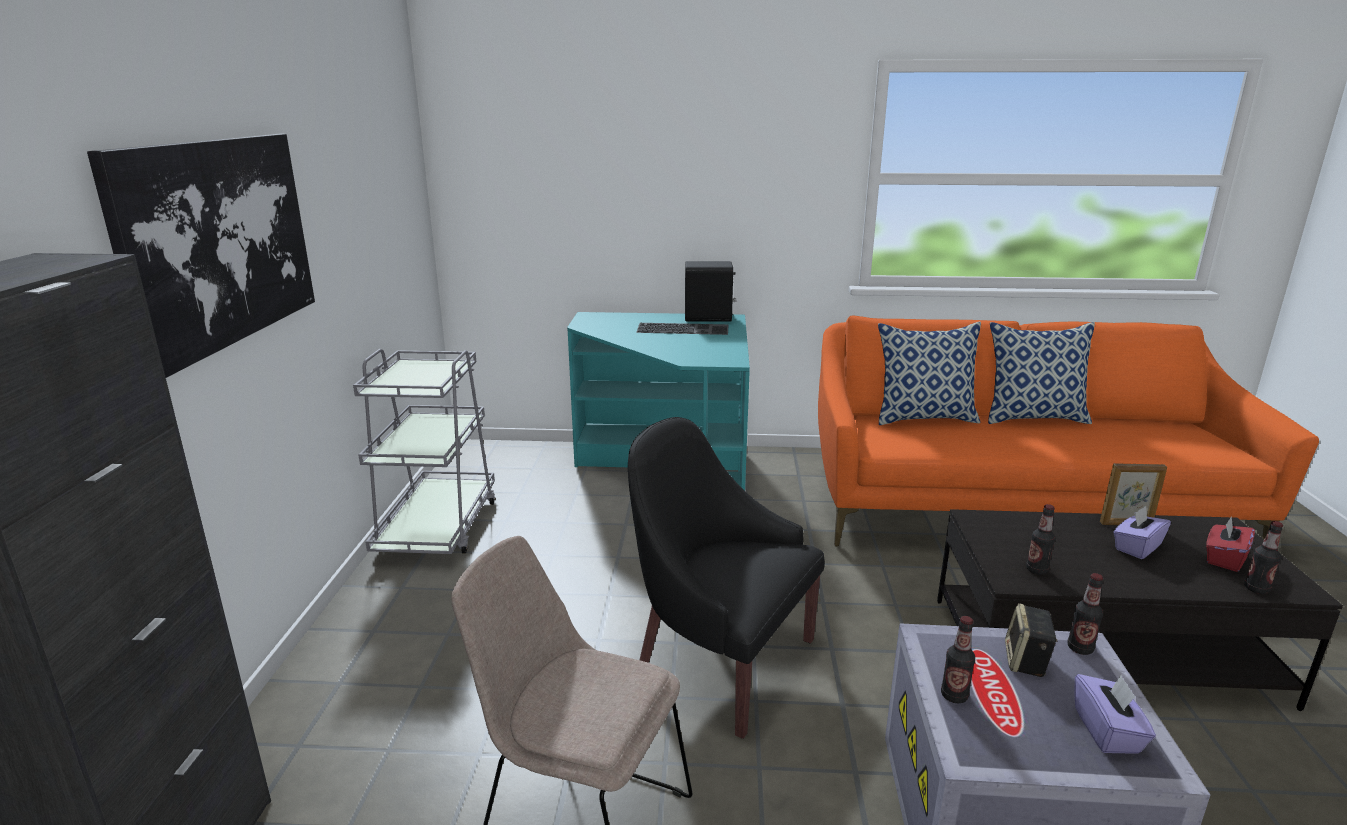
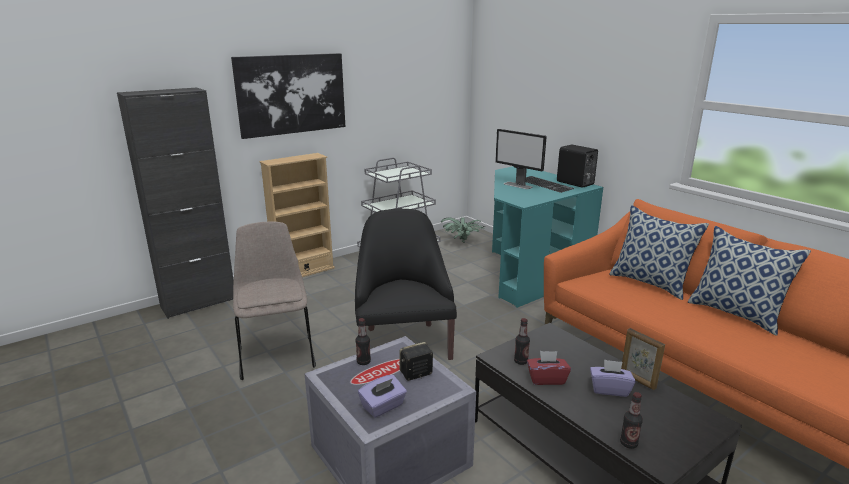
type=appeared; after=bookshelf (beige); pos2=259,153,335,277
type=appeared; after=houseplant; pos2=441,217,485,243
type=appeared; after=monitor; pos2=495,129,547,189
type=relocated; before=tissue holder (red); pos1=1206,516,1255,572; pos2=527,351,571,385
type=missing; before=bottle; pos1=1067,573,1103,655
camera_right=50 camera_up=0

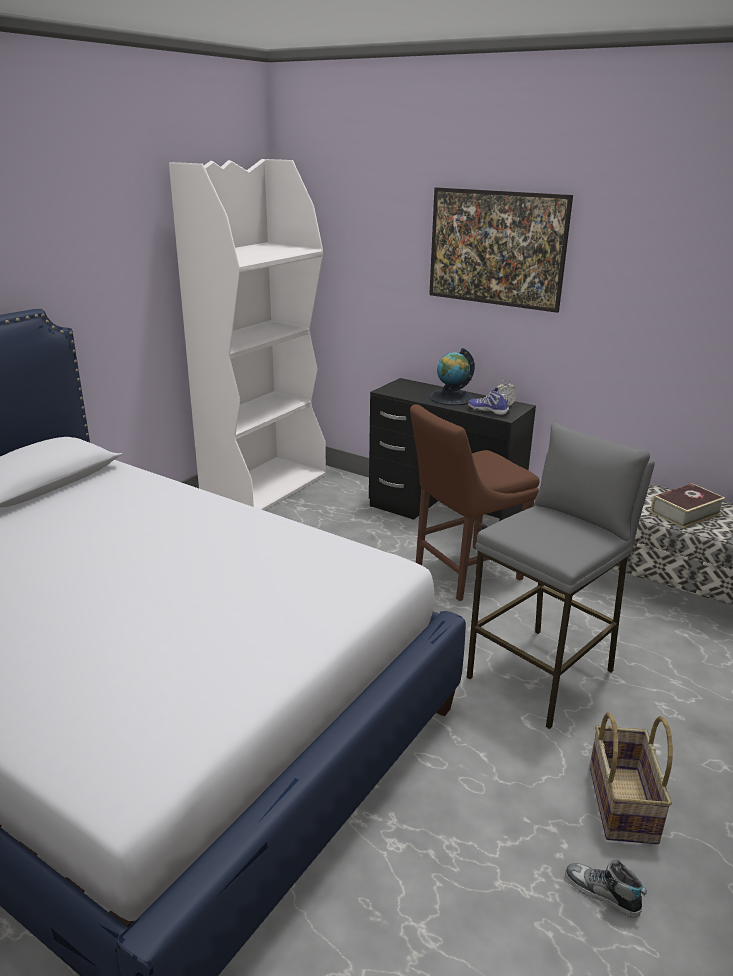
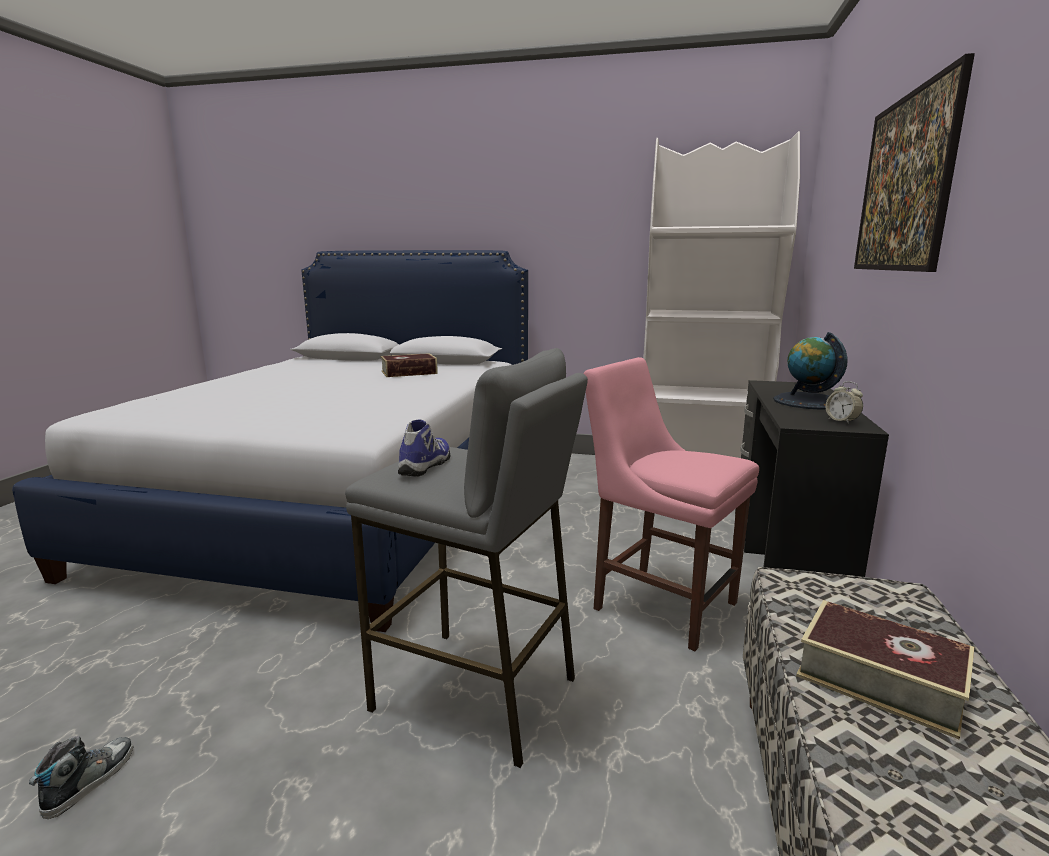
type=appeared; after=bound book; pos2=381,353,437,377
type=relocated; before=low shoe; pos1=468,388,510,417; pos2=398,419,450,477
type=colour; before=upright chair (brown); after=upright chair (pink-coloured); pos1=410,404,540,601; pos2=584,357,759,651
type=missing; before=household basket; pos1=589,712,673,844
camera_right=70 camera_up=-10

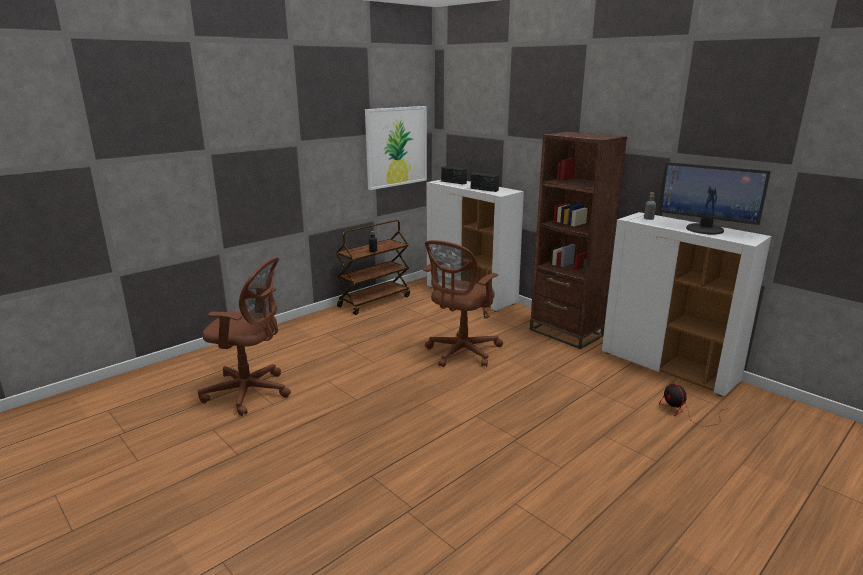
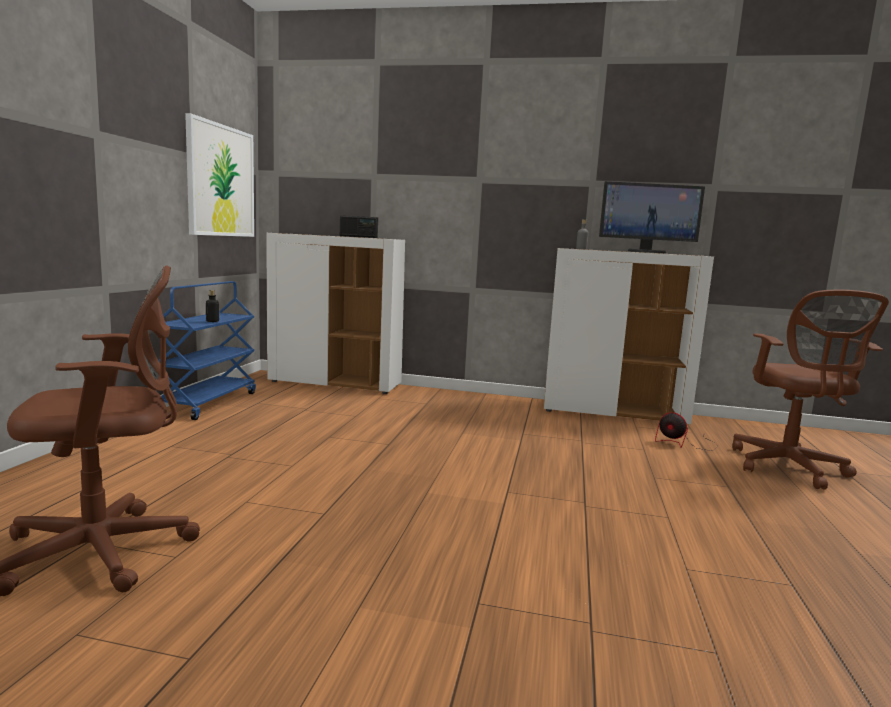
type=colour; before=cart (brown); after=cart (blue); pos1=336,220,410,315; pos2=159,281,256,420
type=relocated; before=office chair (brown); pos1=423,240,503,367; pos2=732,290,889,490
type=missing; before=radio receiver; pos1=441,166,467,184
type=missing; before=bookshelf (brown); pos1=530,132,627,349
camera_right=-35 camera_up=-10

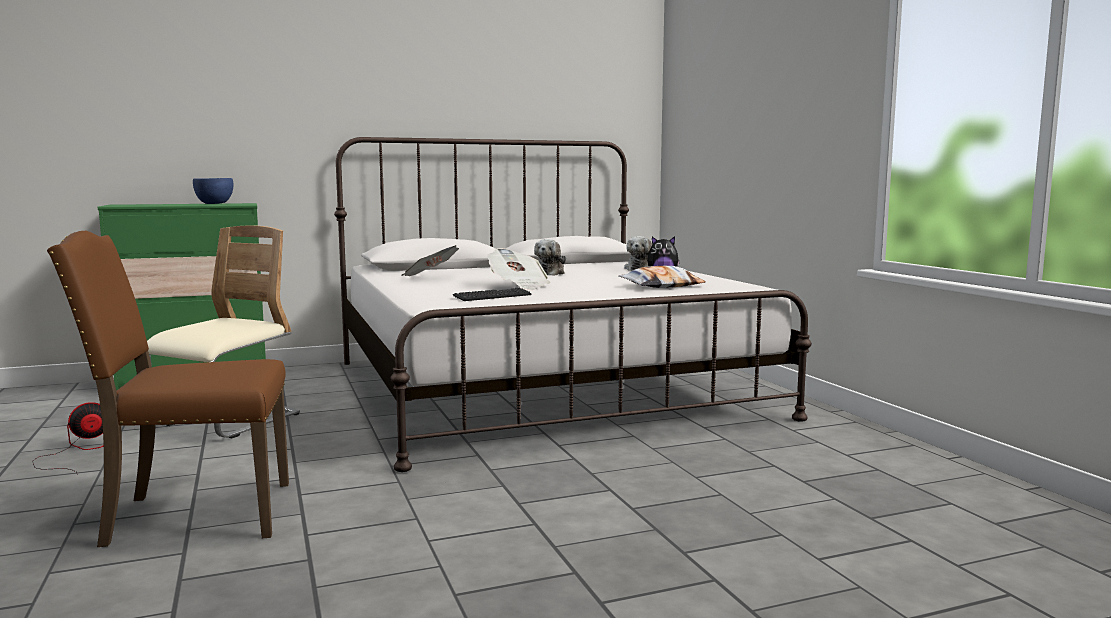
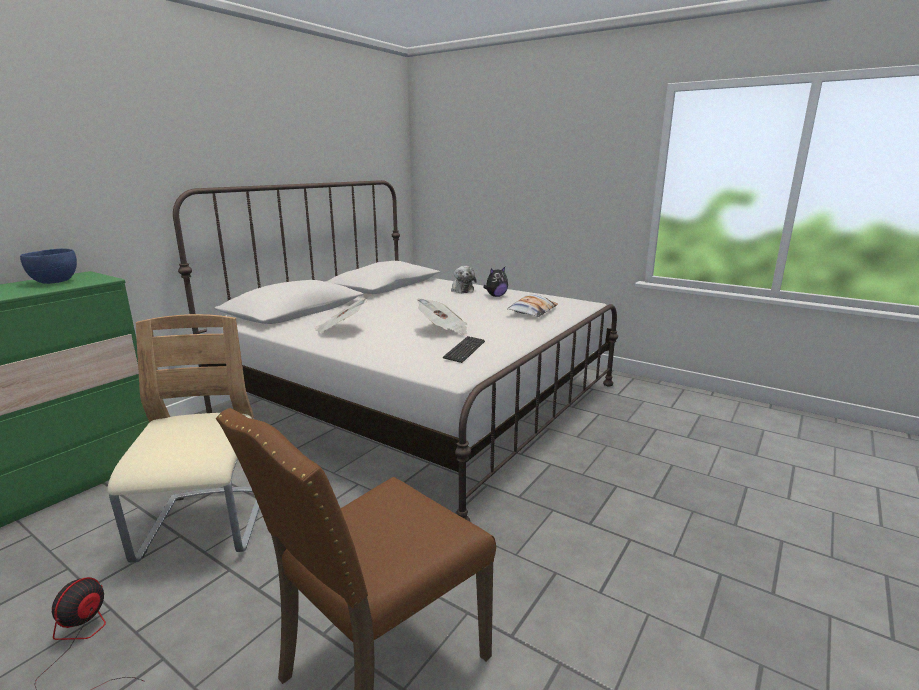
type=missing; before=soft toy; pos1=534,239,566,276
camera_right=-35 camera_up=10

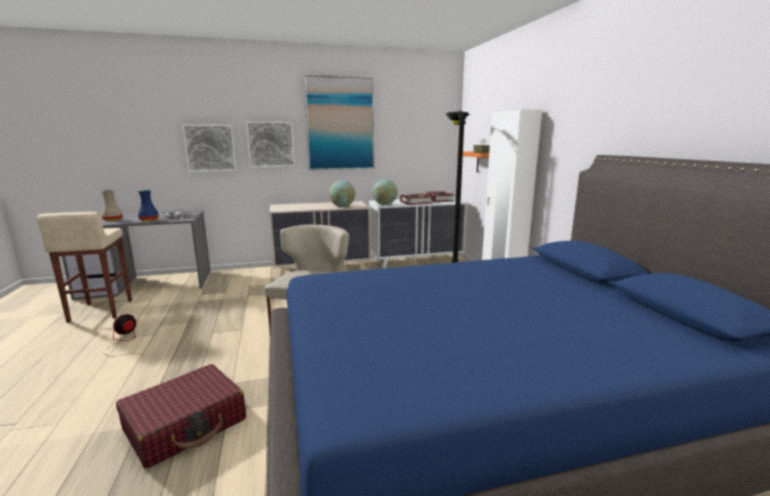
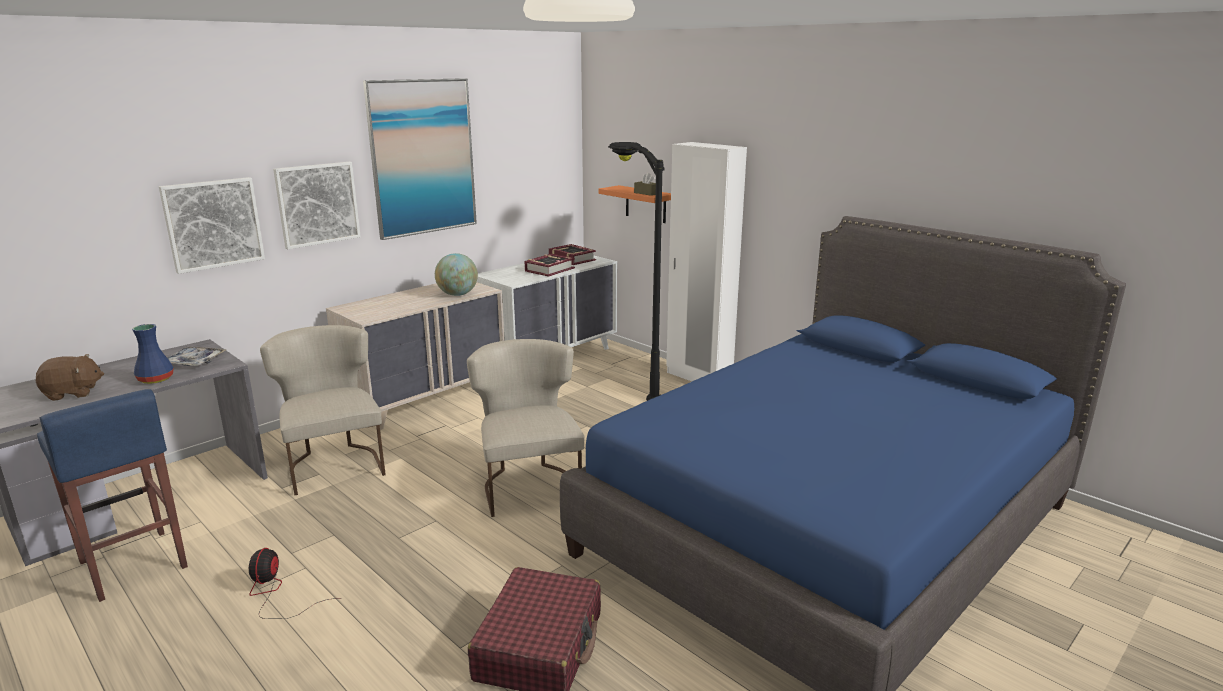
type=exchanged; before=vase (beige); after=soft toy (brown); pos1=101,190,123,221; pos2=36,354,104,401
type=colour; before=stool (beige); after=stool (blue); pos1=37,212,132,323; pos2=37,389,188,602
type=appeared; after=upright chair (beige); pos2=260,325,386,495
type=missing; before=desk globe; pos1=372,179,398,205
camera_right=-30 camera_up=5

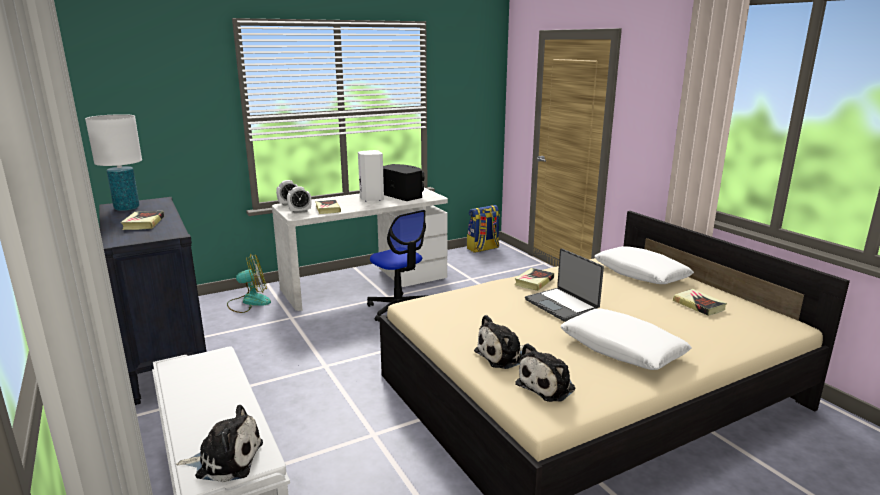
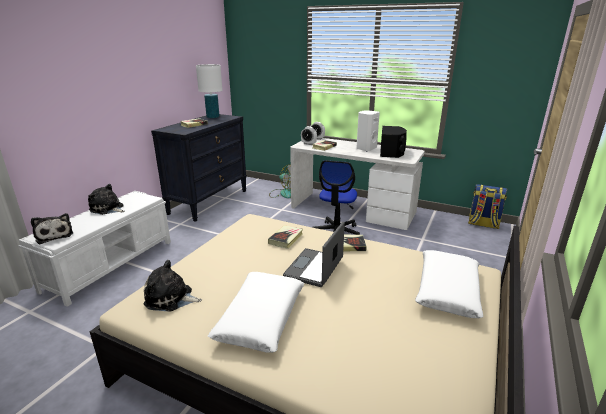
type=relocated; before=soft toy; pos1=474,315,524,369; pos2=88,184,125,215
type=relocated; before=bound book; pos1=673,289,727,316; pos2=268,225,303,249
camera_right=55 camera_up=5

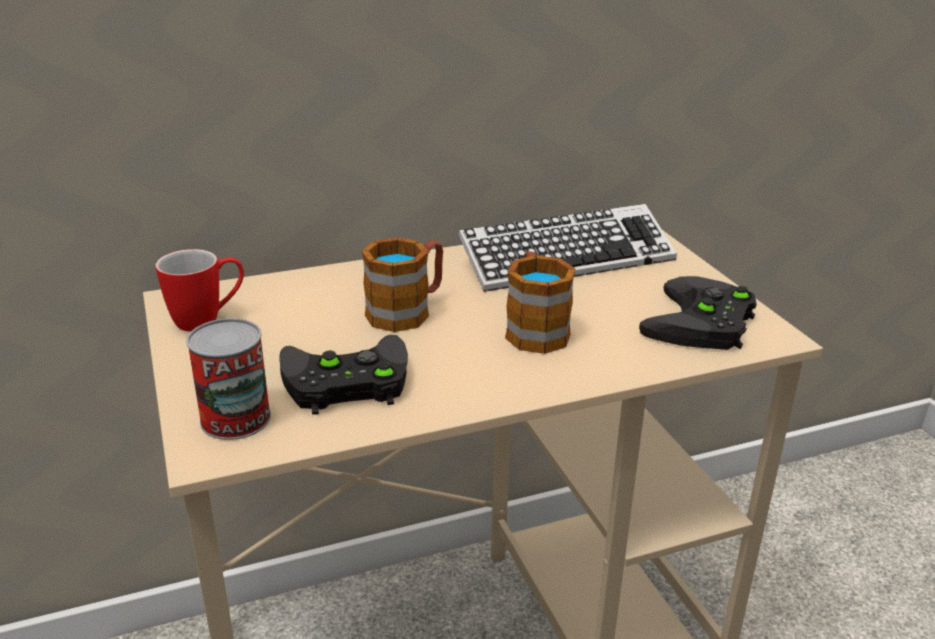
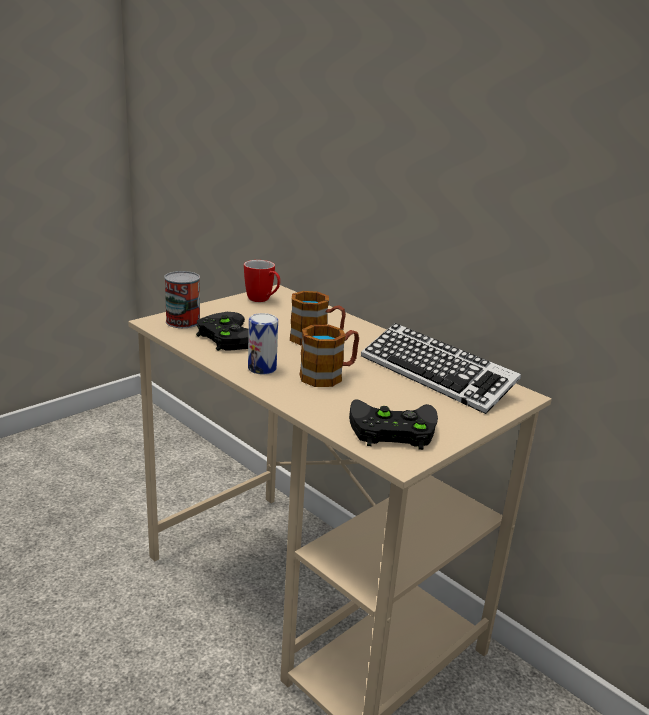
type=appeared; after=sealed can; pos2=248,313,278,374
camera_right=65 camera_up=-5

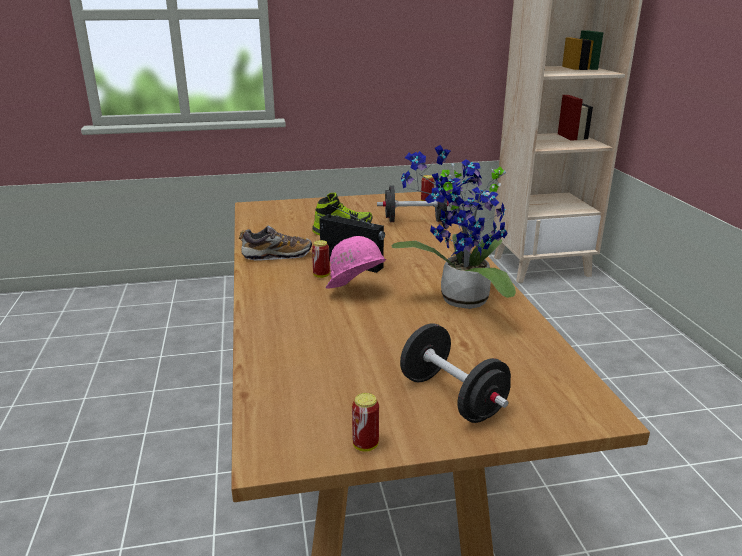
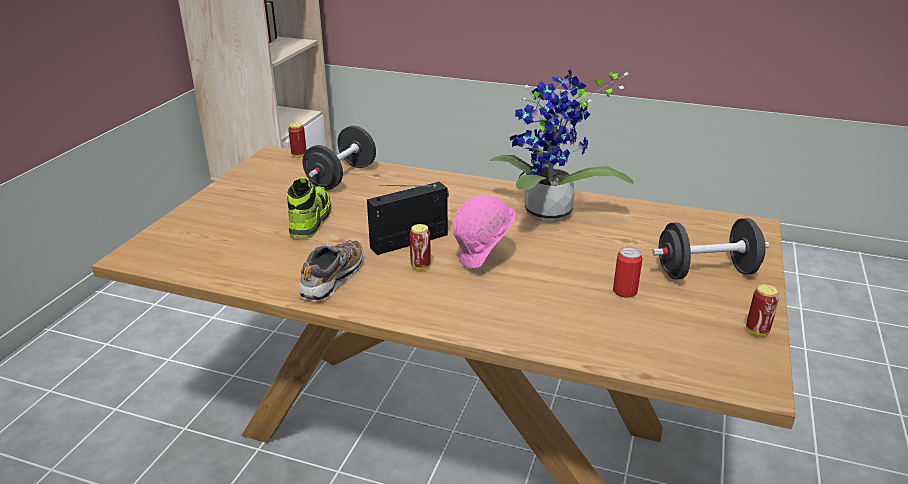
type=appeared; after=sealed can; pos2=613,246,643,298
camera_right=-60 camera_up=5

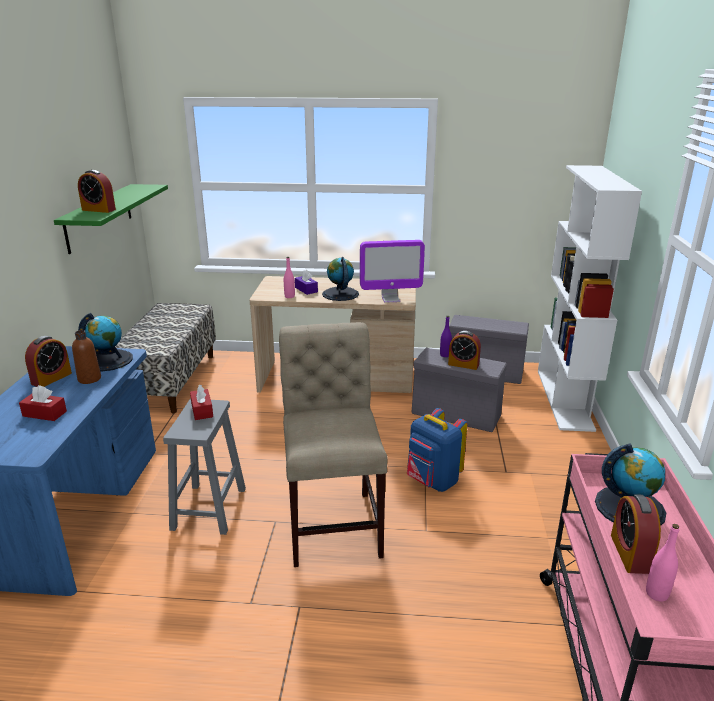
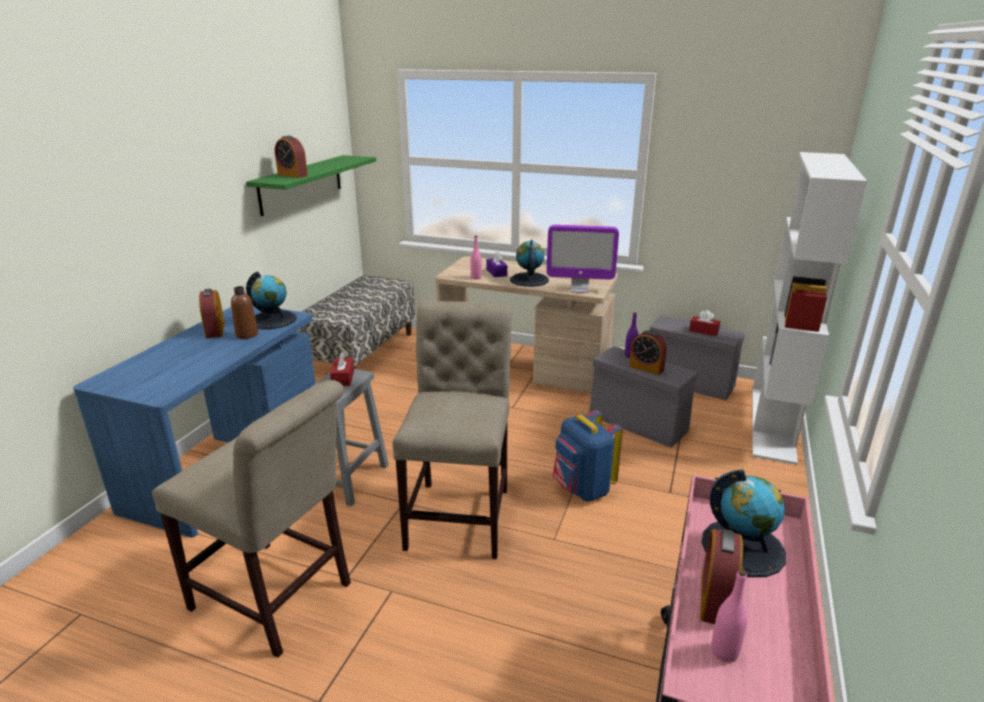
type=appeared; after=upright chair (beige); pos2=152,380,351,658
type=spun; before=alarm clock; pos1=25,336,72,387; pos2=199,289,225,338; turn=120
type=relocated; before=tissue holder (red); pos1=19,385,67,421; pos2=689,310,720,336
camera_right=15 camera_up=0

